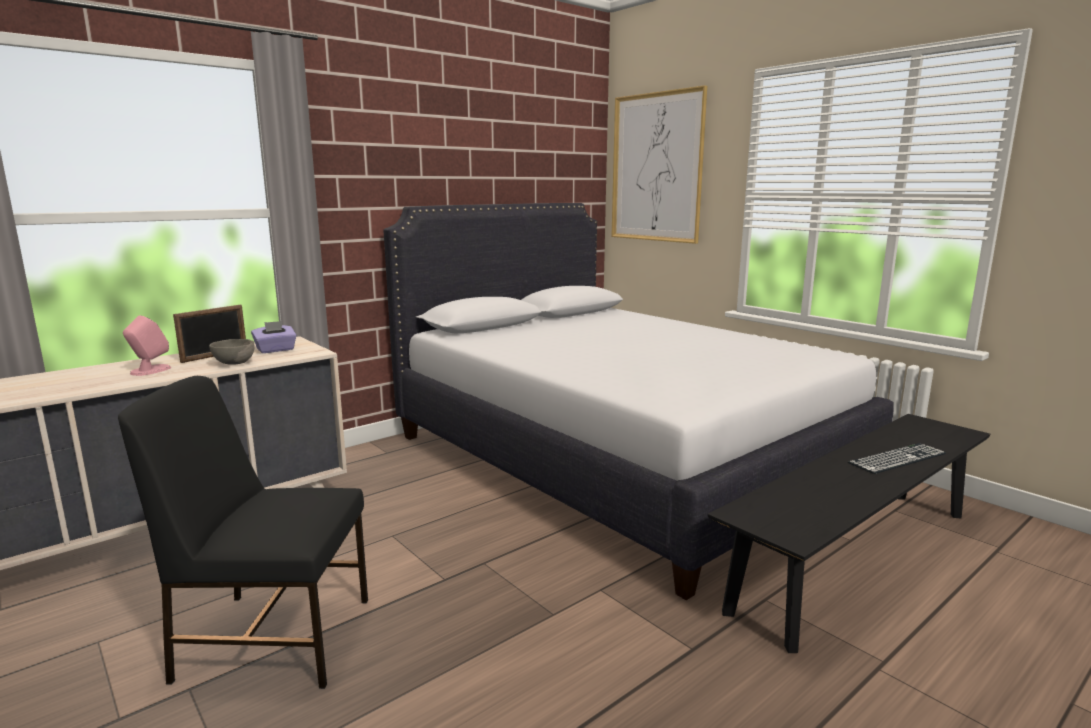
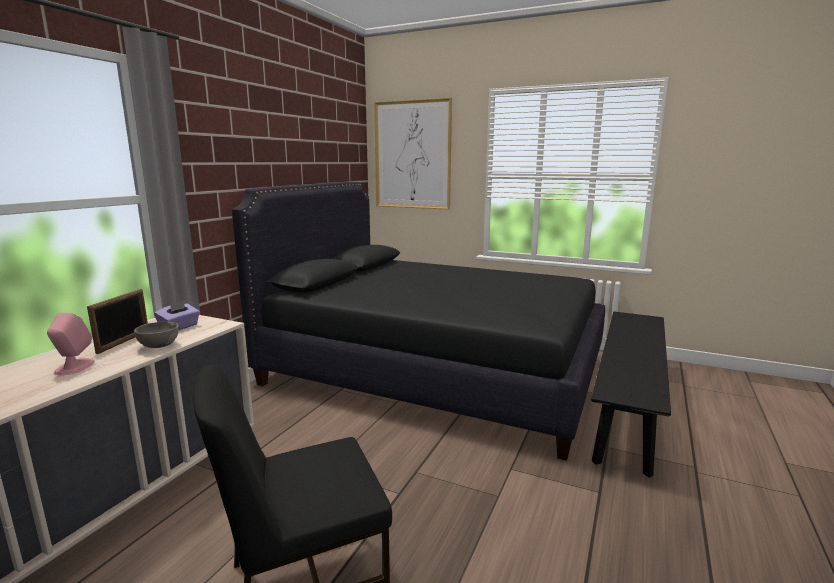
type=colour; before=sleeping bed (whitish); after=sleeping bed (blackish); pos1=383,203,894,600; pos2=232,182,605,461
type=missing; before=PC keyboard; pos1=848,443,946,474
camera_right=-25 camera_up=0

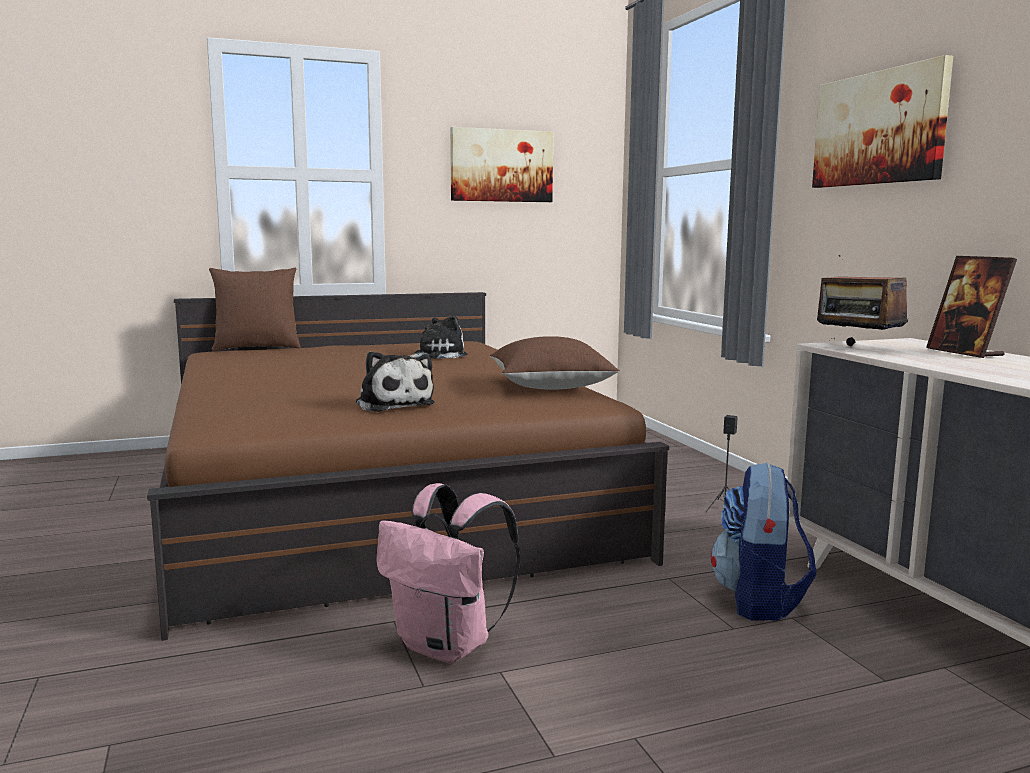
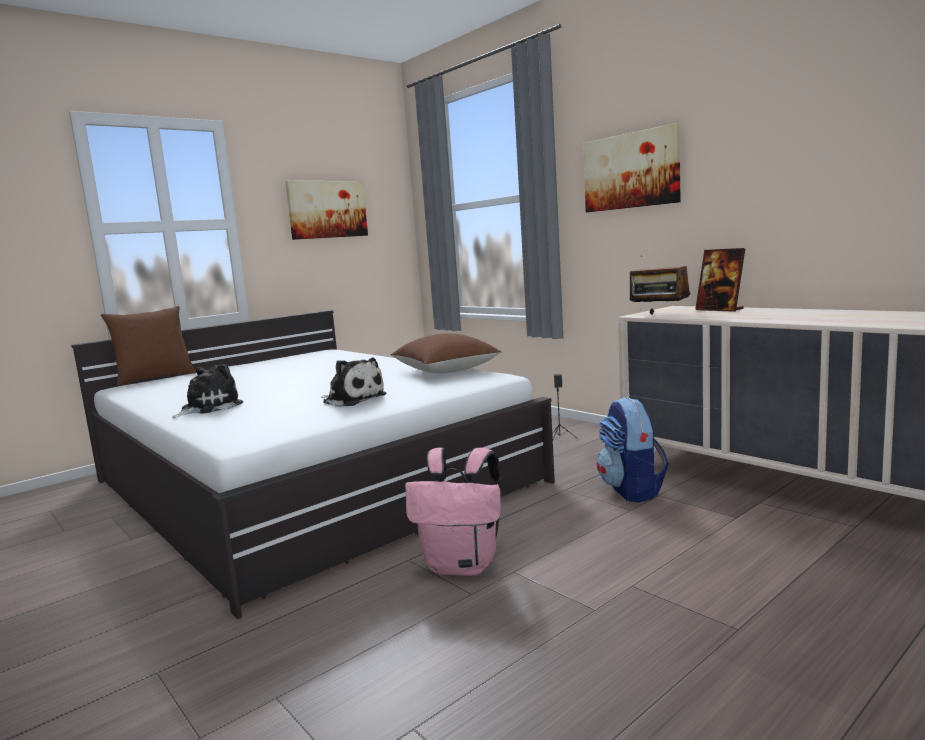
type=colour; before=sleeping bed (brown); after=sleeping bed (whitish); pos1=147,292,669,641; pos2=71,310,555,619
type=relocated; before=soft toy; pos1=410,316,467,359; pos2=172,364,243,418
camera_right=-20 camera_up=0

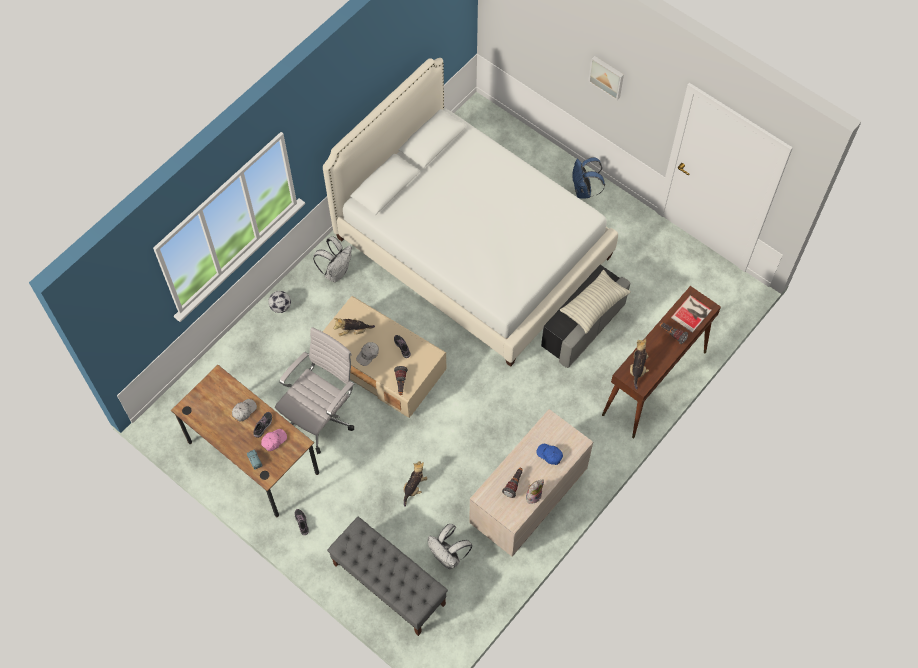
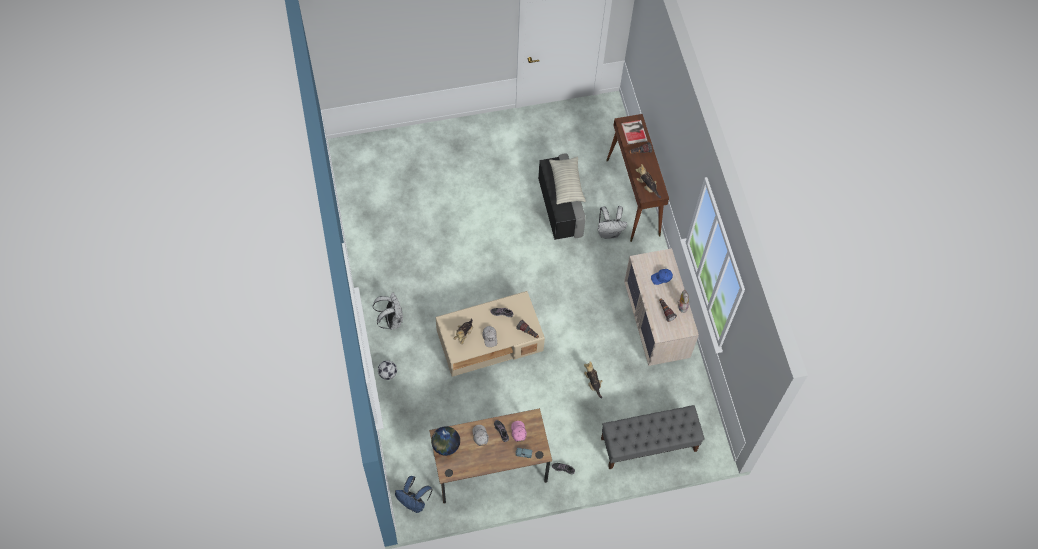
type=relocated; before=knapsack (blue); pos1=572,157,605,199; pos2=395,476,433,513
type=appeared; after=desk globe; pos2=431,426,460,456
type=relocated; before=knapsack (whitish); pos1=427,524,472,569; pos2=598,206,627,239
type=missing; before=office chair (whitish); pos1=275,327,355,454
type=missing; before=sleeping bed (whitish); pos1=323,58,618,367
type=missing; before=wall art; pos1=588,56,624,100
camera_right=-55 camera_up=0

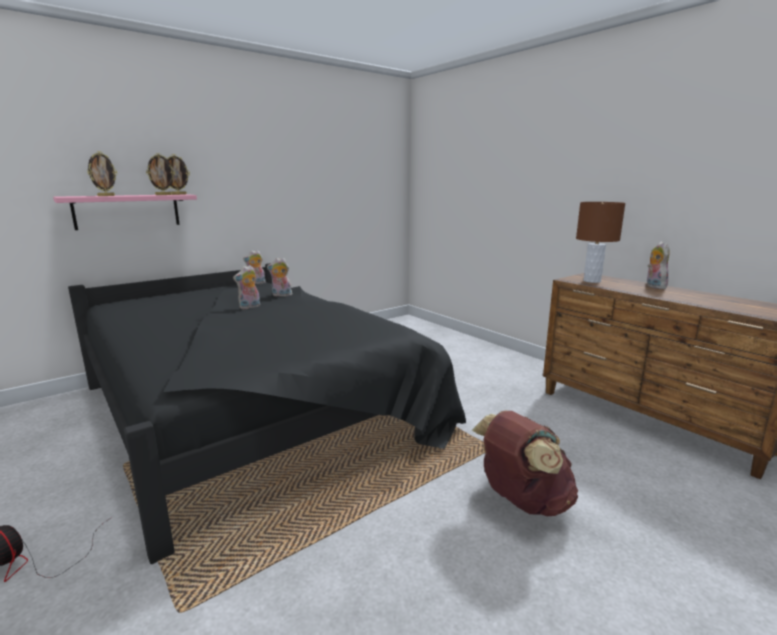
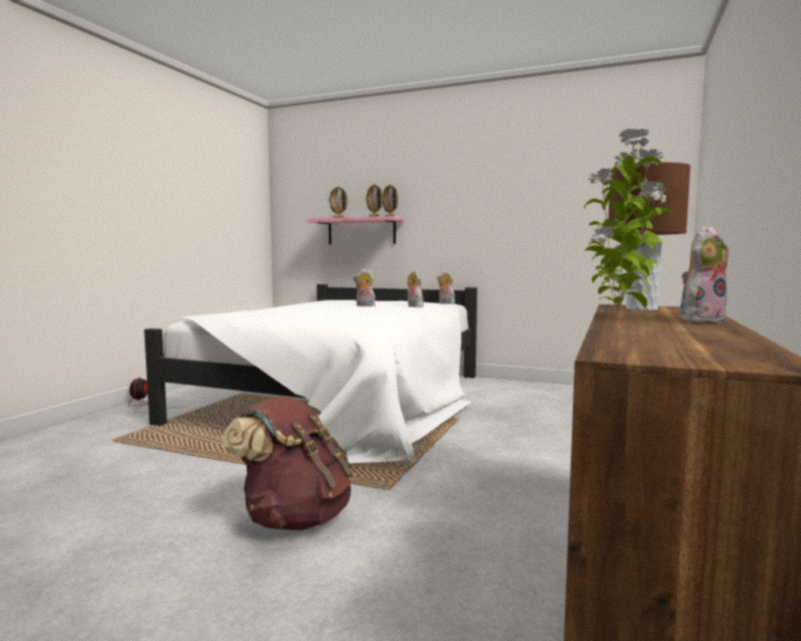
type=colour; before=sleeping bed (blackish); after=sleeping bed (whitish); pos1=68,263,466,564; pos2=144,284,477,463
type=appeared; after=houseplant; pos2=583,129,672,317
camera_right=60 camera_up=-10

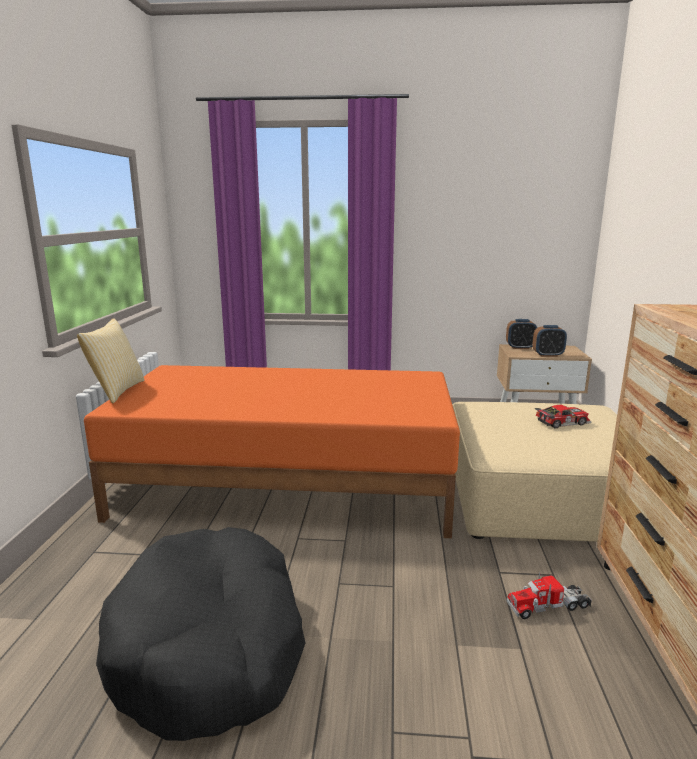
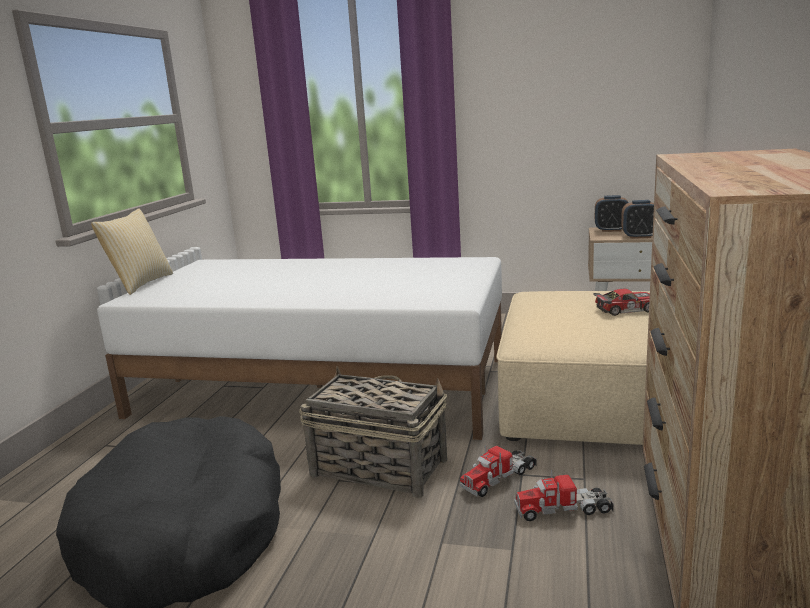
type=colour; before=sleeping bed (orange); after=sleeping bed (whitish); pos1=84,365,460,538; pos2=97,257,502,440
type=appeared; after=household basket; pos2=299,366,447,499
type=appeared; after=model truck; pos2=460,445,536,497
camera_right=10 camera_up=0

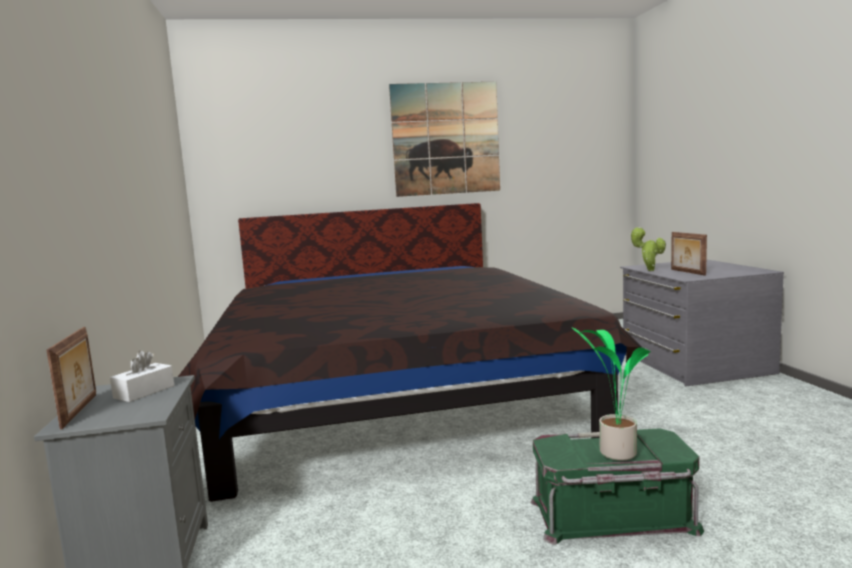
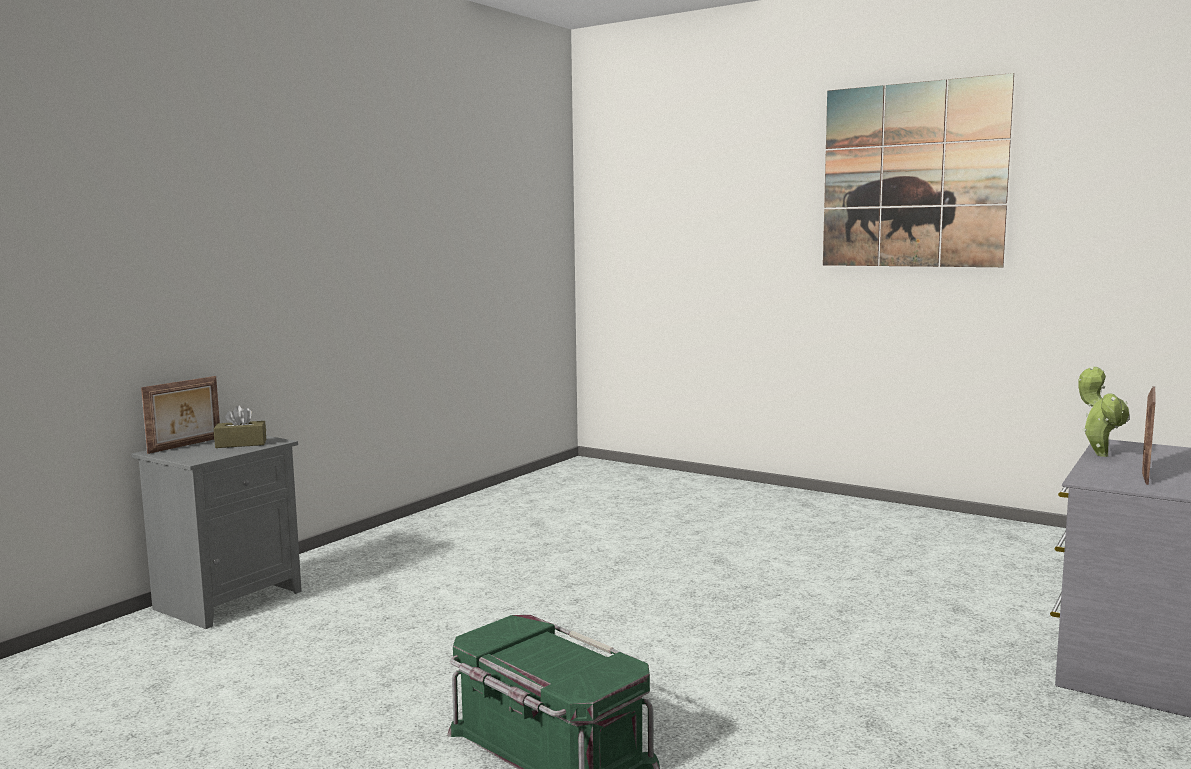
type=colour; before=tissue holder (whitish); after=tissue holder (brown); pos1=110,351,174,402; pos2=214,405,266,448
type=missing; before=sleeping bed; pos1=178,203,641,502
type=missing; before=houseplant; pos1=571,327,651,461
camera_right=45 camera_up=0

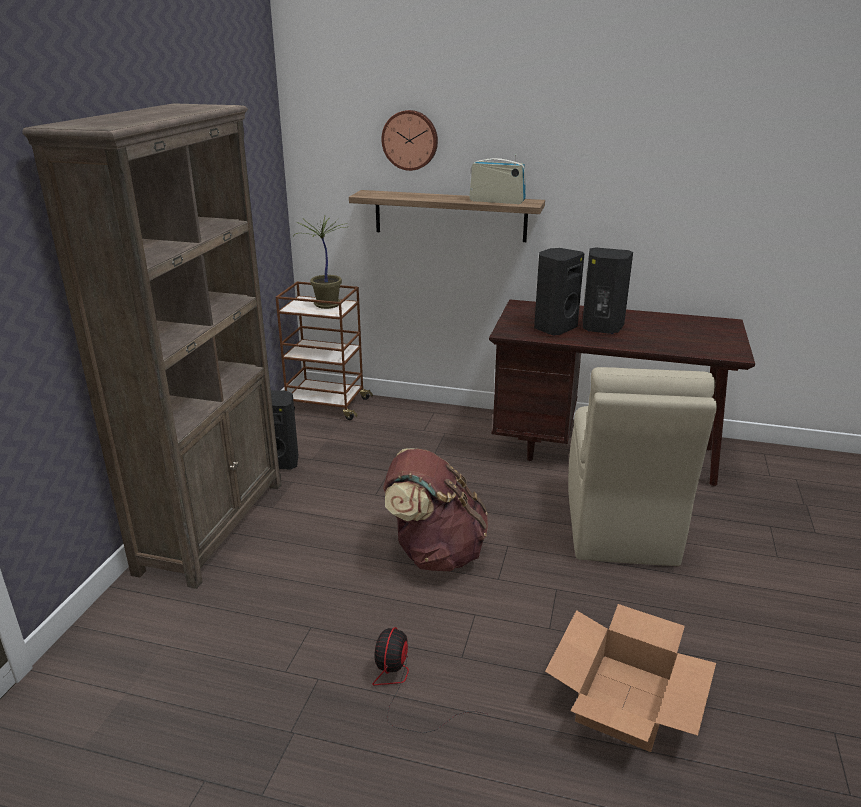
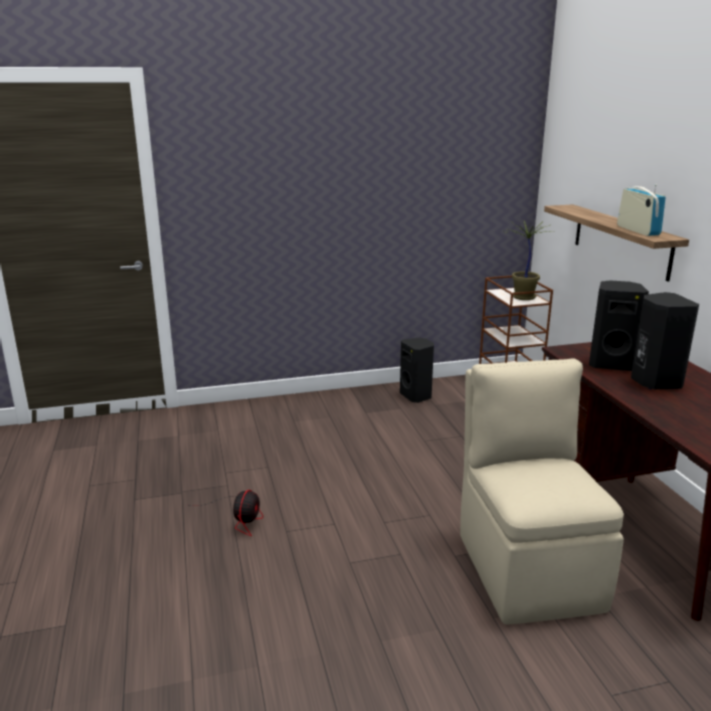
type=spun; before=cooling fan; pos1=373,627,487,733; pos2=190,490,263,536; turn=120
type=spun; before=upright chair (beige); pos1=568,367,717,566; pos2=460,358,624,625; turn=105
type=missing; before=bookshelf (brown); pos1=23,103,282,589
type=missing; before=wall clock; pos1=381,110,438,171
type=missing; before=knapsack (brown); pos1=383,448,488,571
type=missing; before=cardboard box; pos1=545,604,716,752
camera_right=60 camera_up=-5

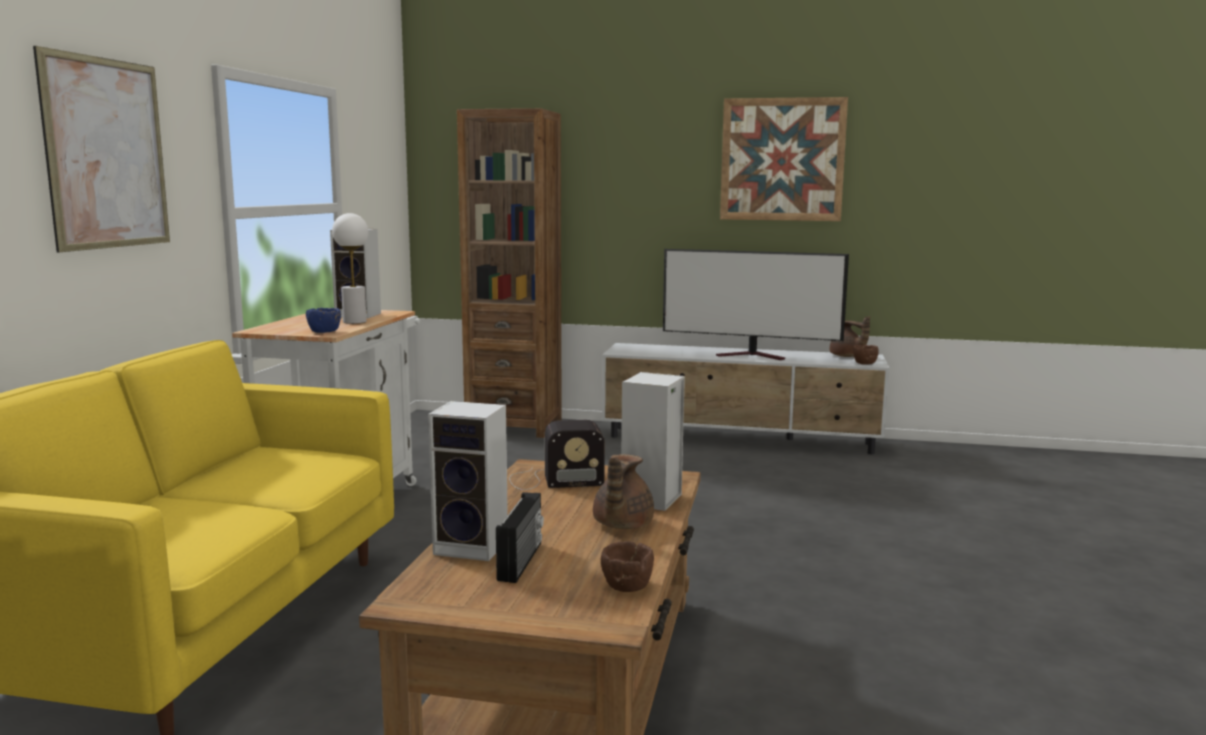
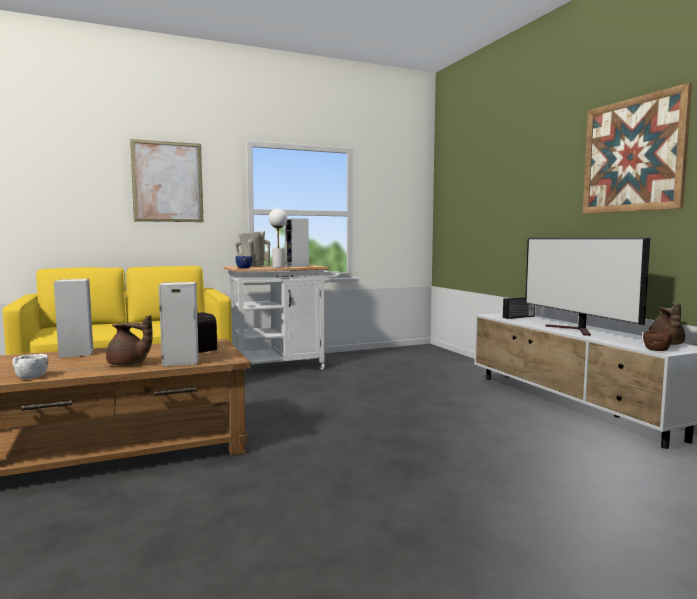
type=colour; before=serving bowl (brown); after=serving bowl (whitish); pos1=601,541,654,592; pos2=12,354,49,379
type=spun; before=teapot (brown); pos1=593,454,654,529; pos2=106,315,153,366; turn=-150
type=appeared; after=vase (beige); pos2=235,231,270,266
type=relocated; before=radio receiver; pos1=496,492,544,583; pos2=503,297,535,319
type=missing; before=bookshelf (brown); pos1=457,108,562,438
camera_right=55 camera_up=-5

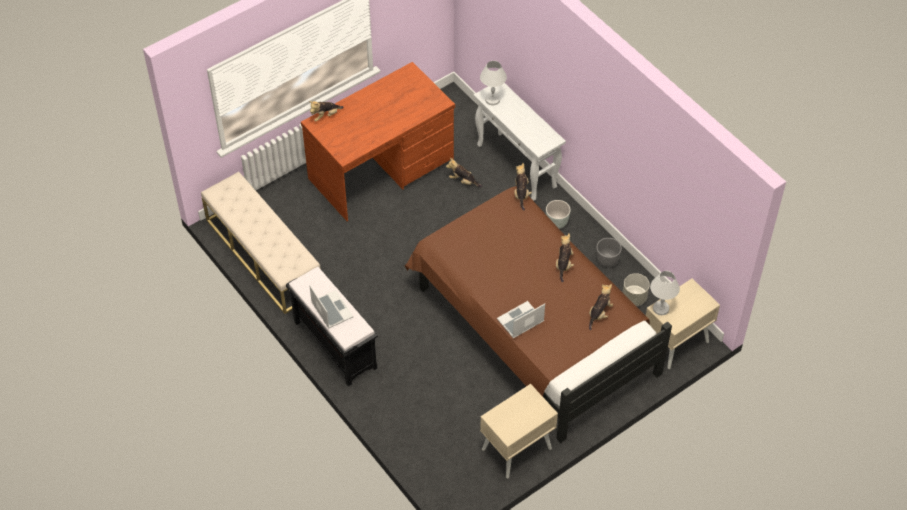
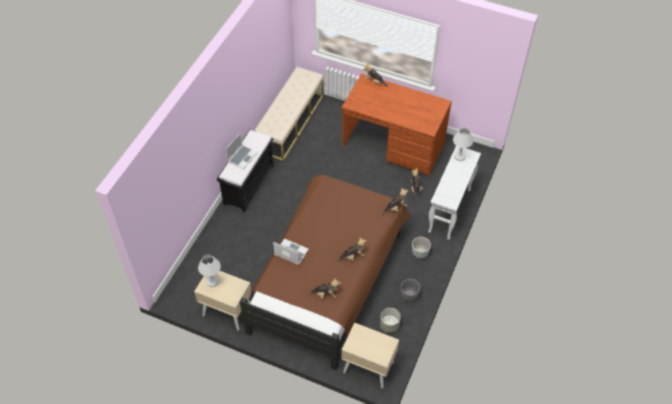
type=relocated; before=tabletop lamp (whitish); pos1=650,271,680,315; pos2=198,254,221,287
camera_right=60 camera_up=0

